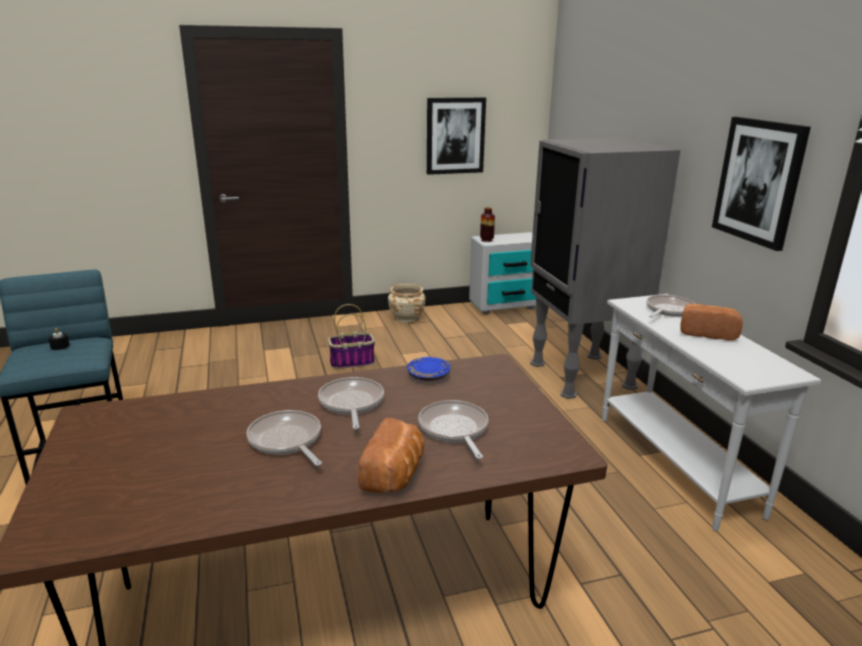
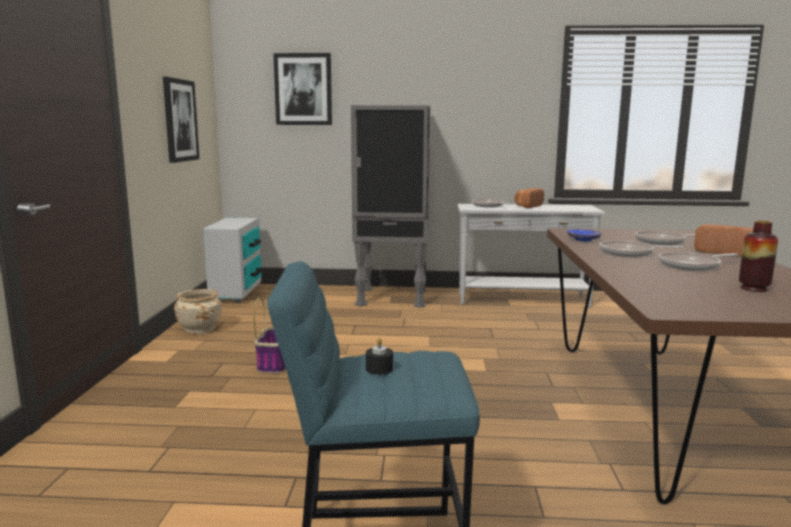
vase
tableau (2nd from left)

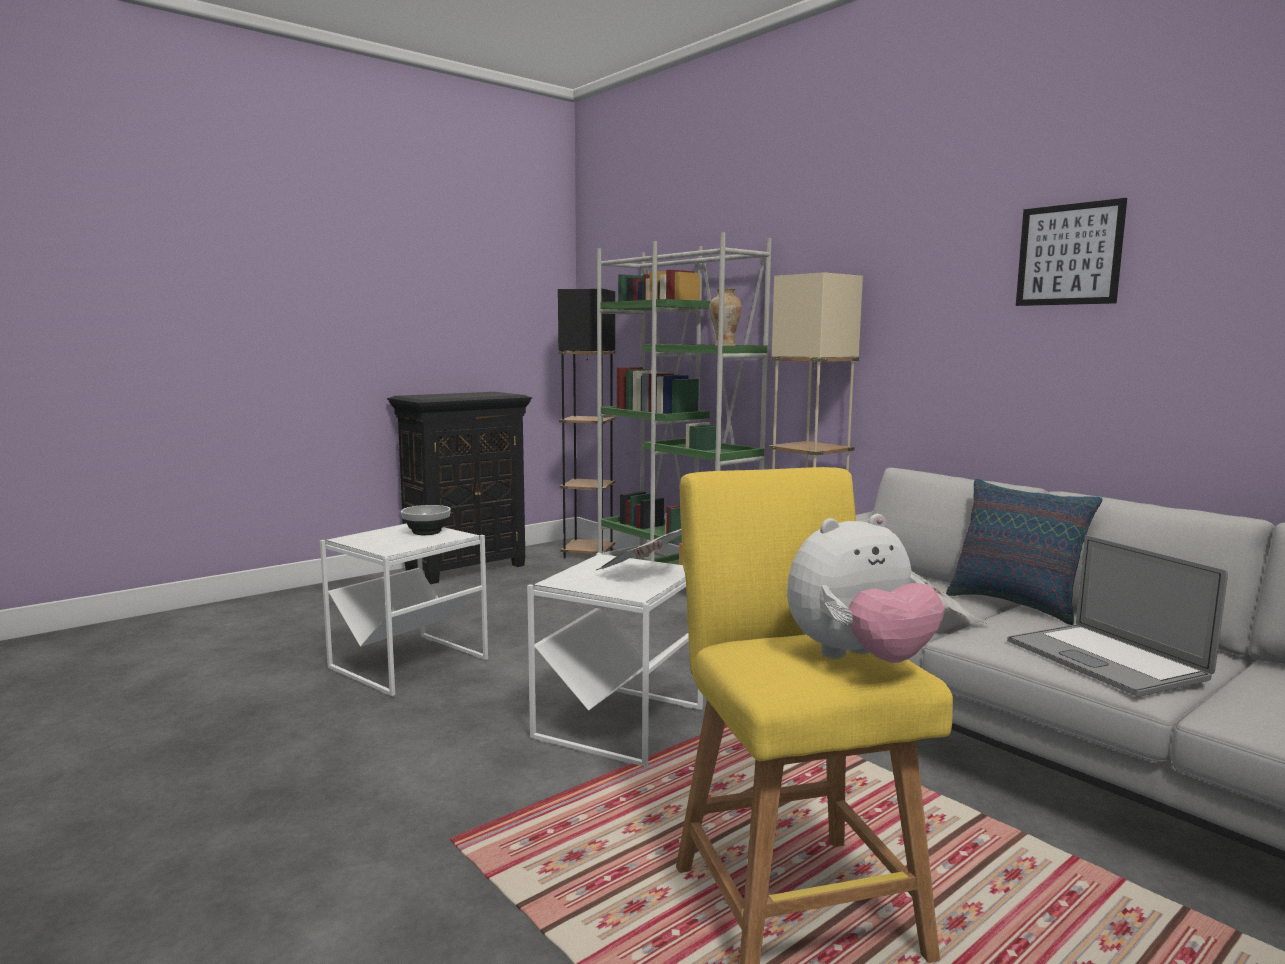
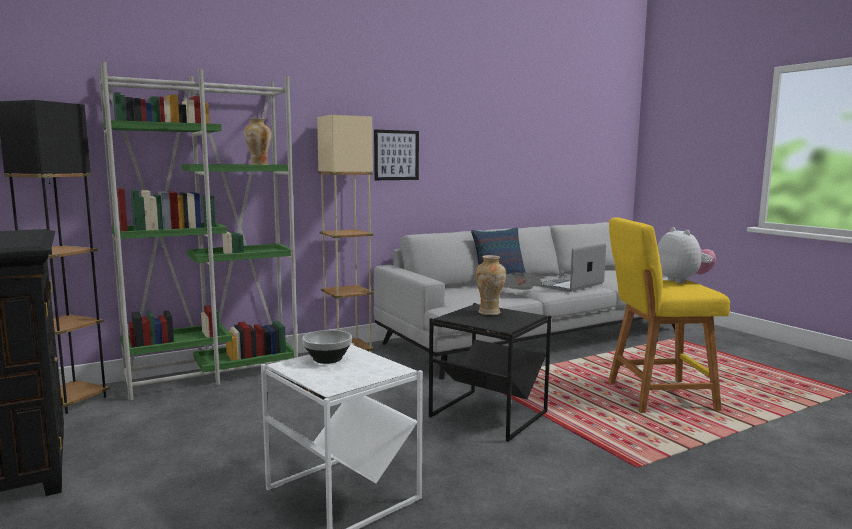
tableau
vase (2nd from left)
table d'appoint [noir]
ordinateur portable

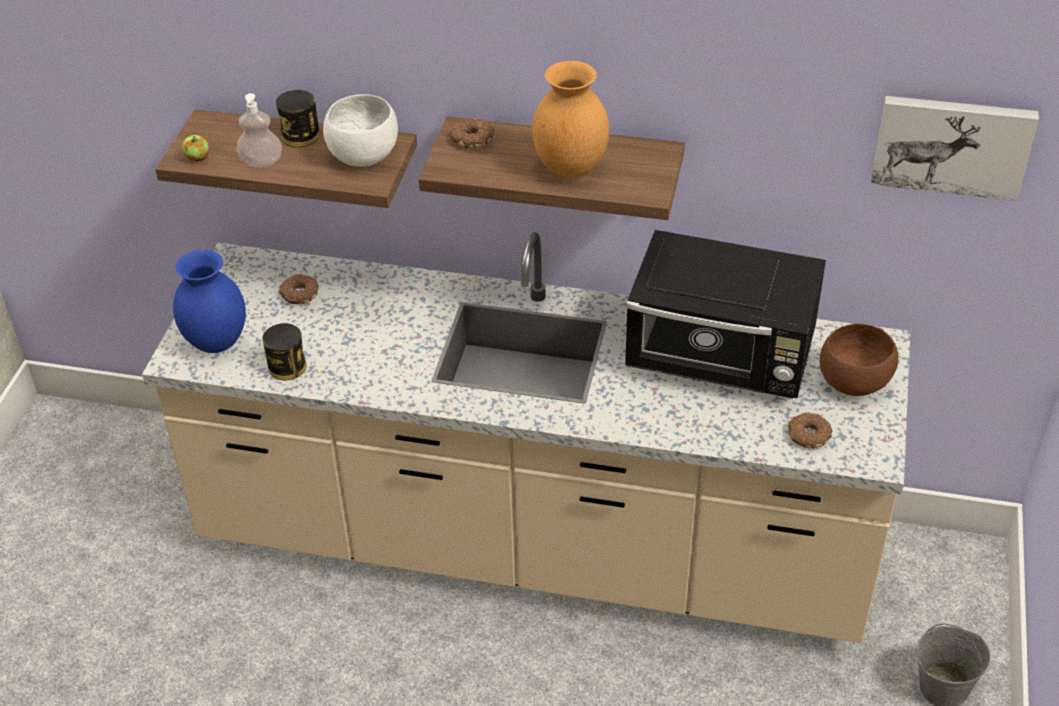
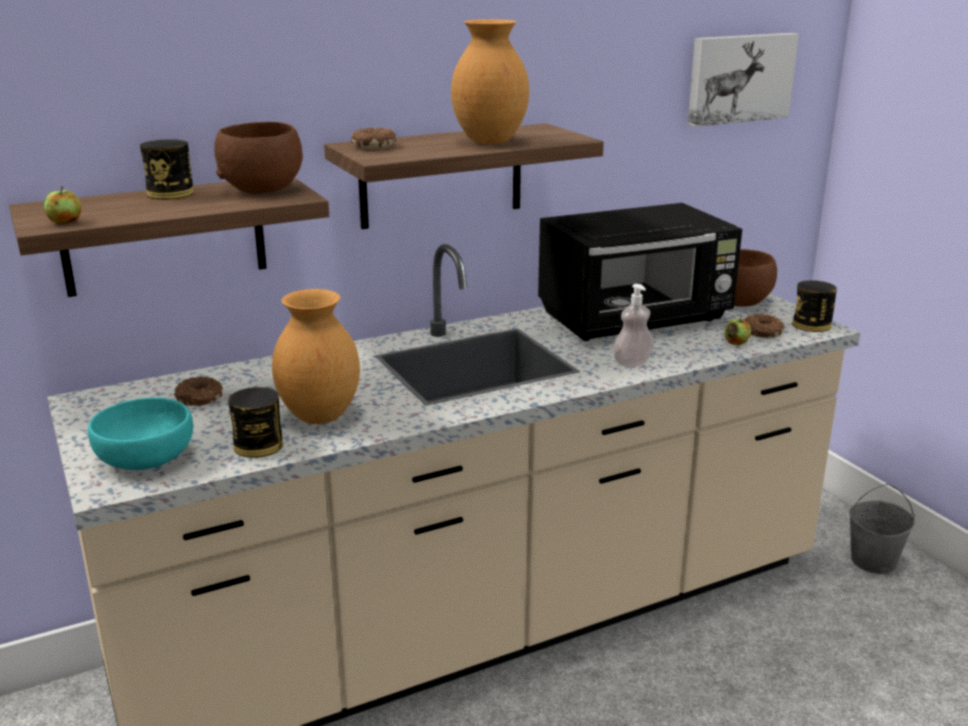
vase [marron] (1st from left)
pomme (2nd from left)
boîte métallique (3rd from left)
distributeur de savon
bol [turquoise]
bol [marron] (1st from left)

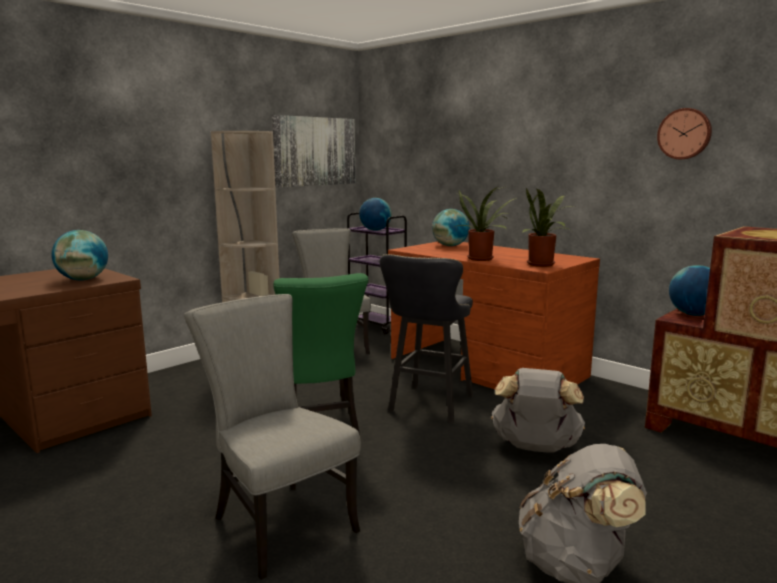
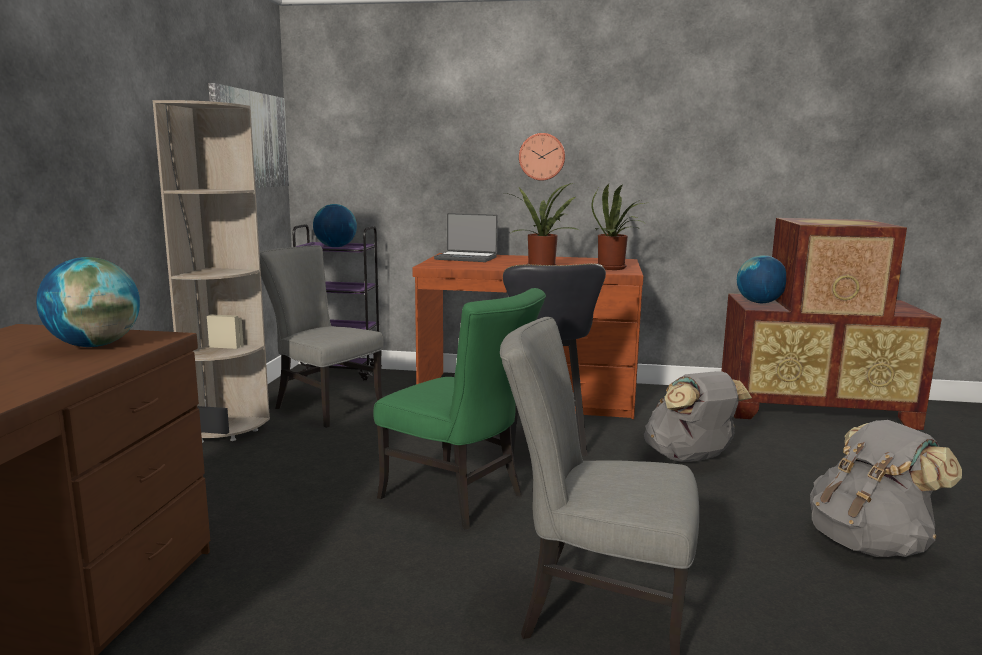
horloge murale
ordinateur portable

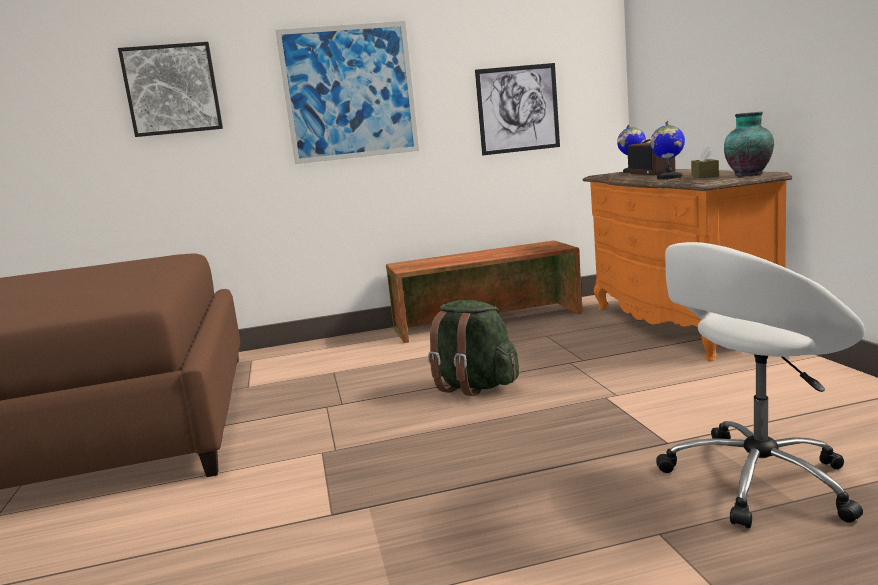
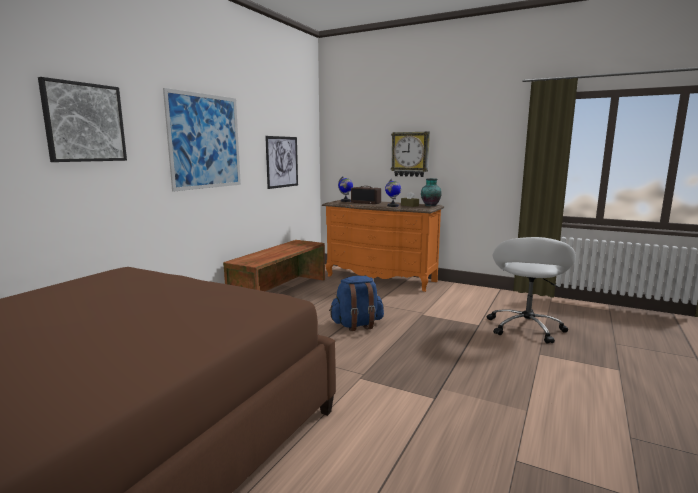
horloge murale
sac à dos [bleu]

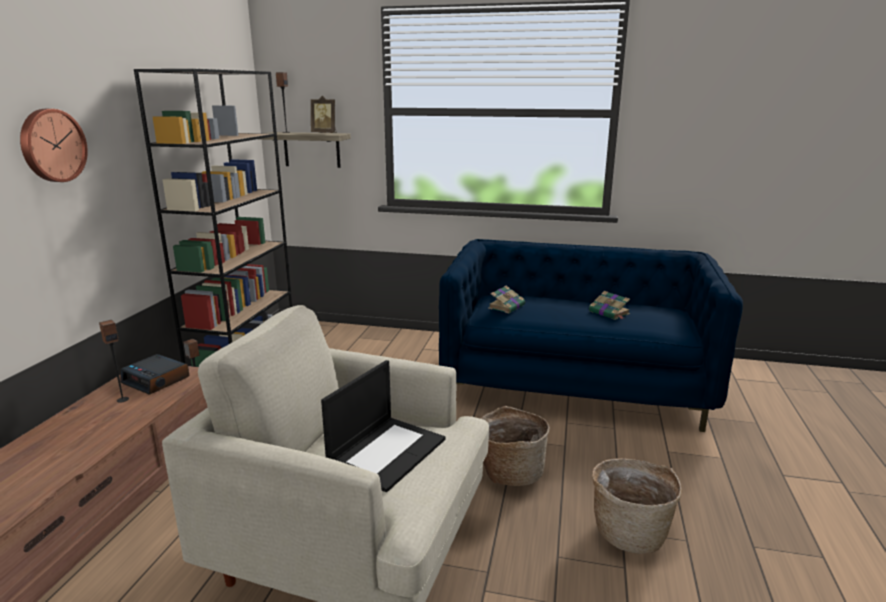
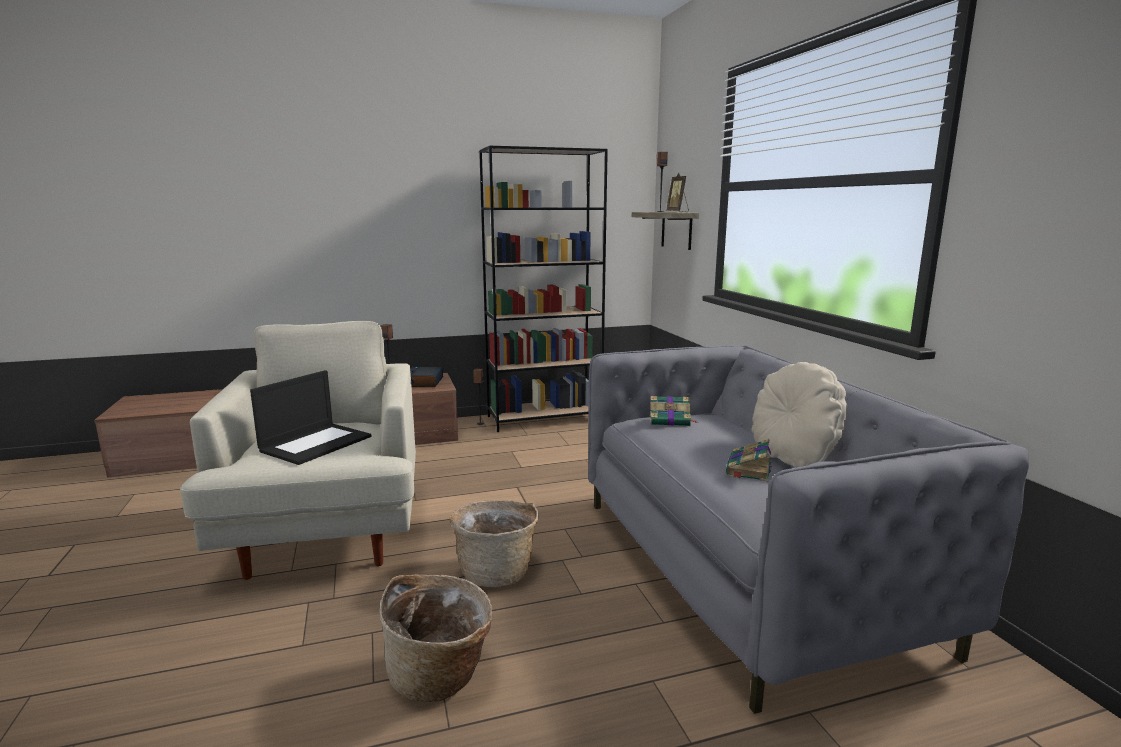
horloge murale
coussin [beige]
canapé [gris]
ordinateur portable

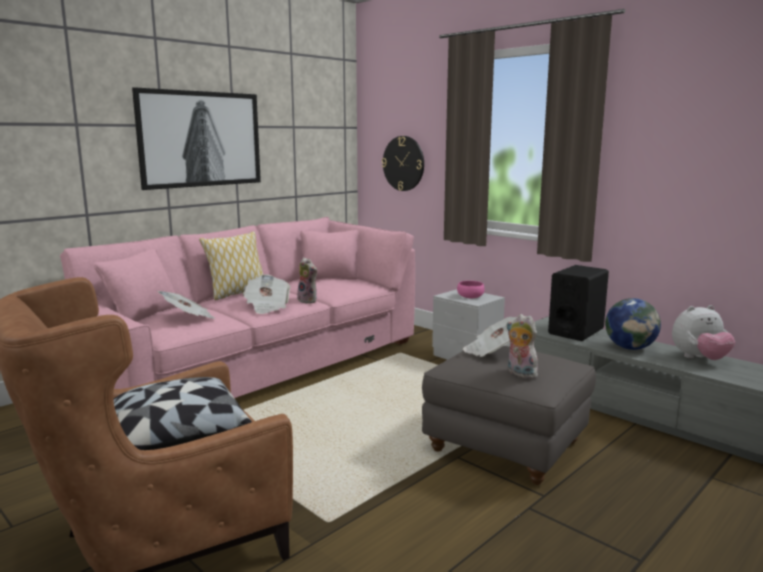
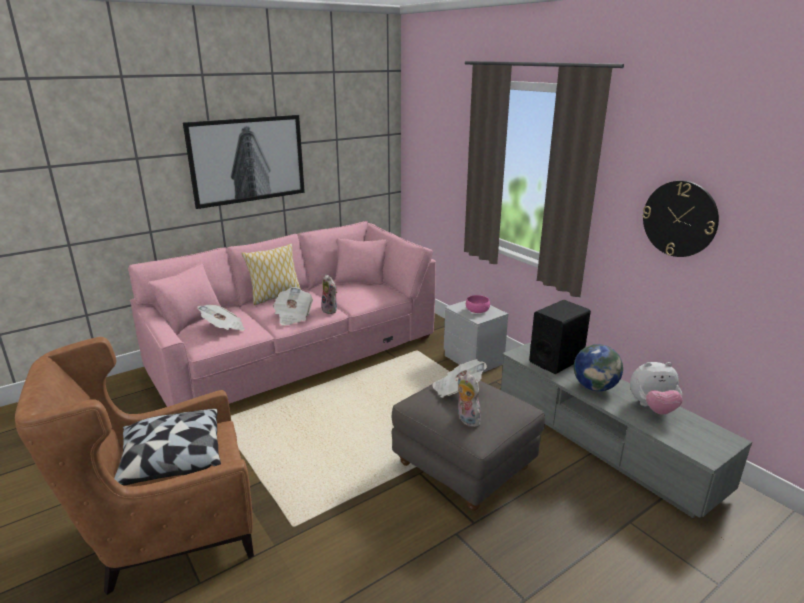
horloge murale

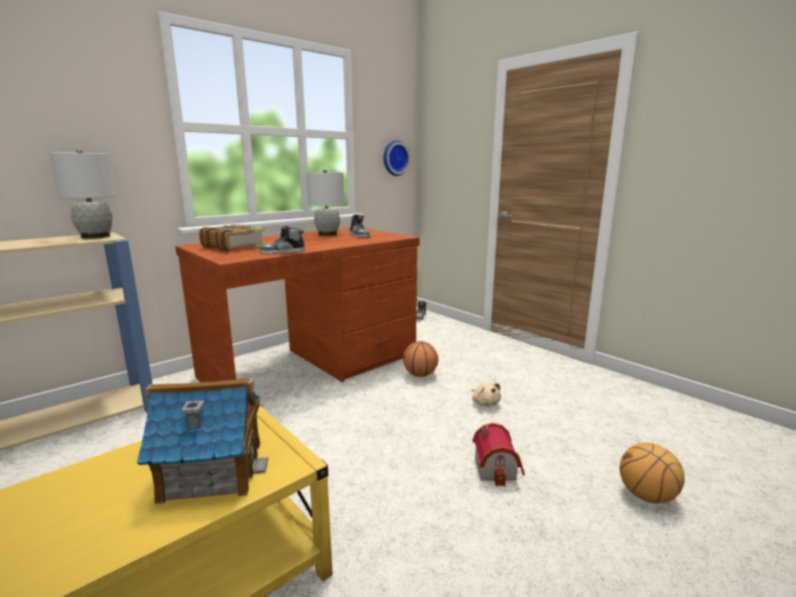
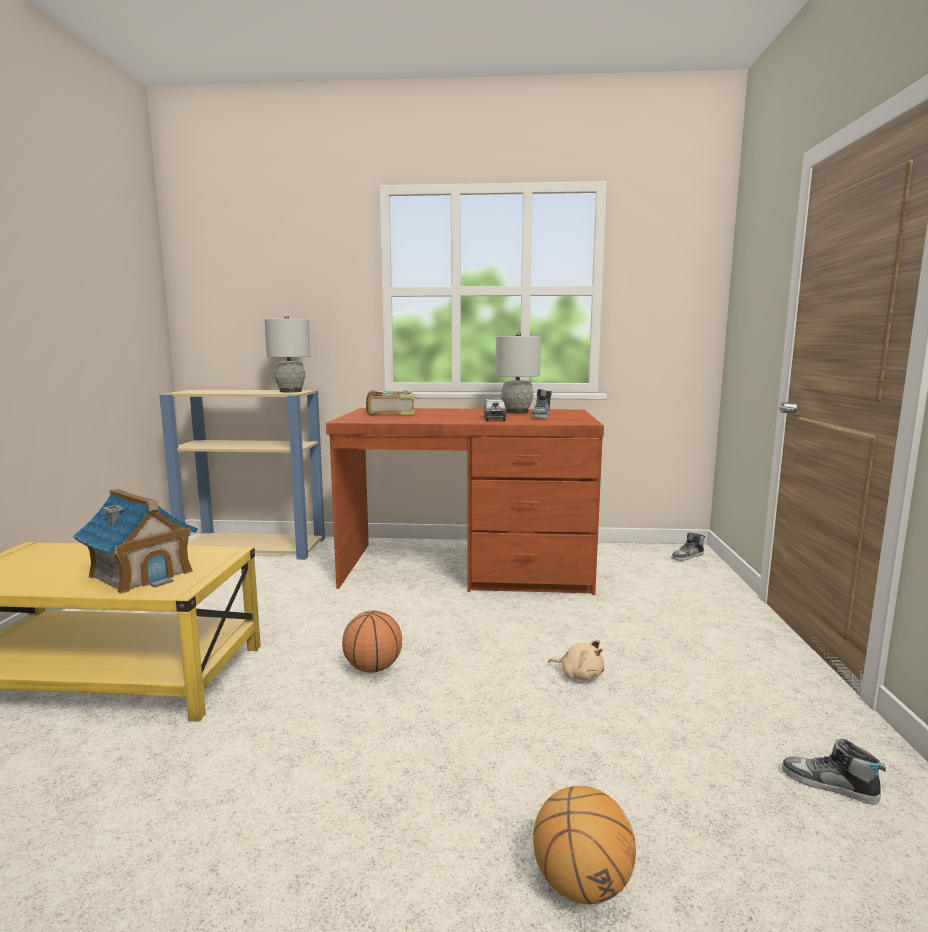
horloge murale
maison miniature (2nd from left in the first image)
camion jouet
chaussure (3rd from left)
ballon de basket (1st from left)
peluche [beige]

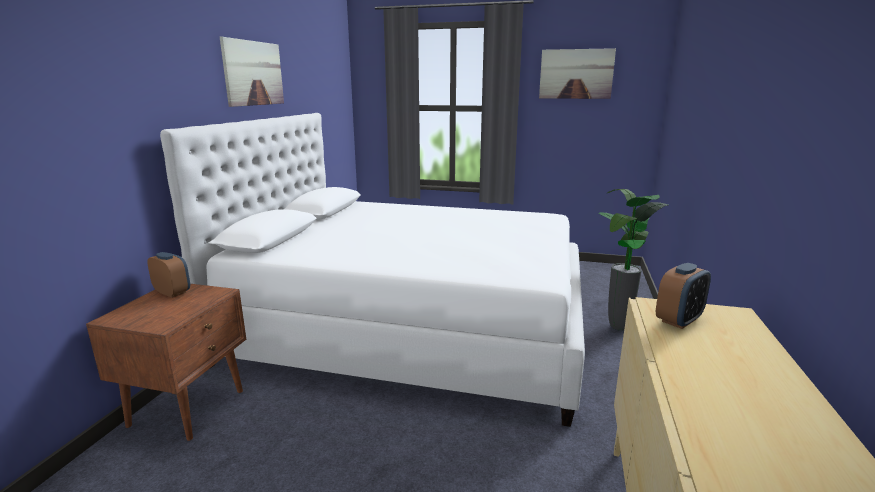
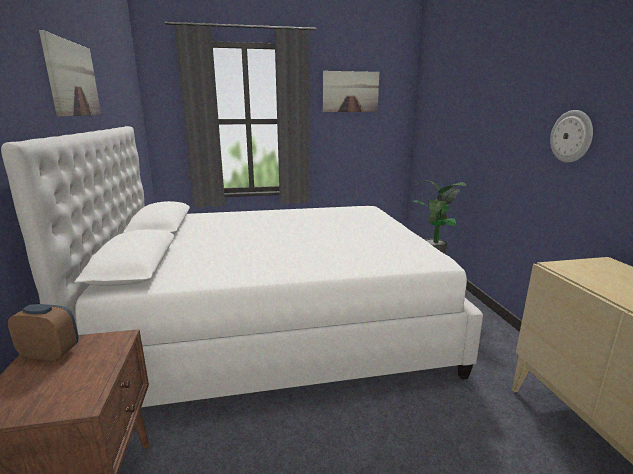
réveil (2nd from left in the first image)
horloge murale

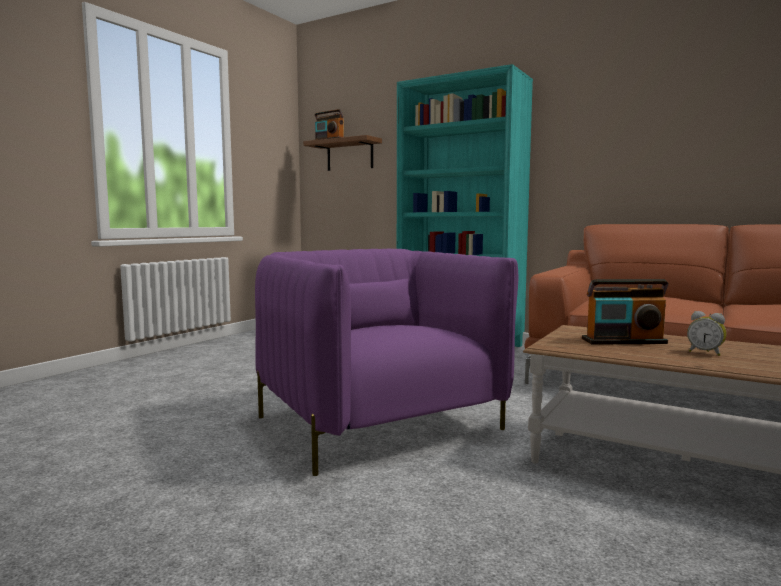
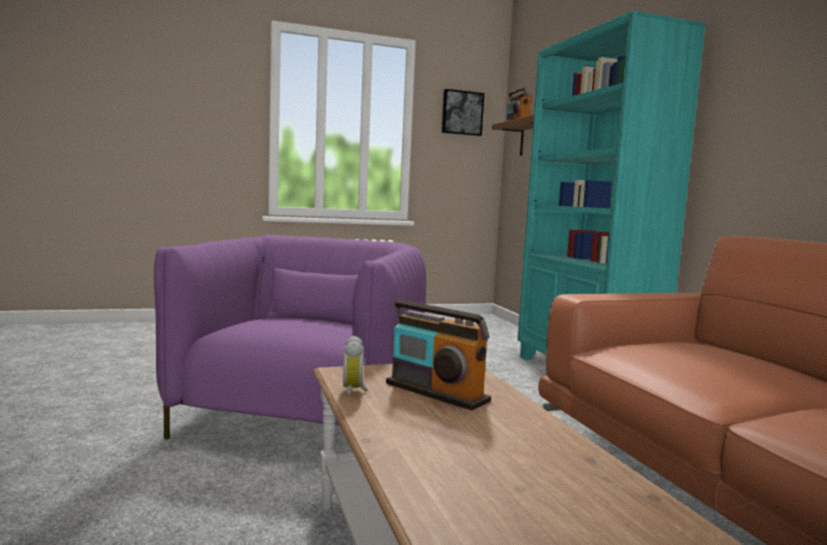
tableau
réveil

